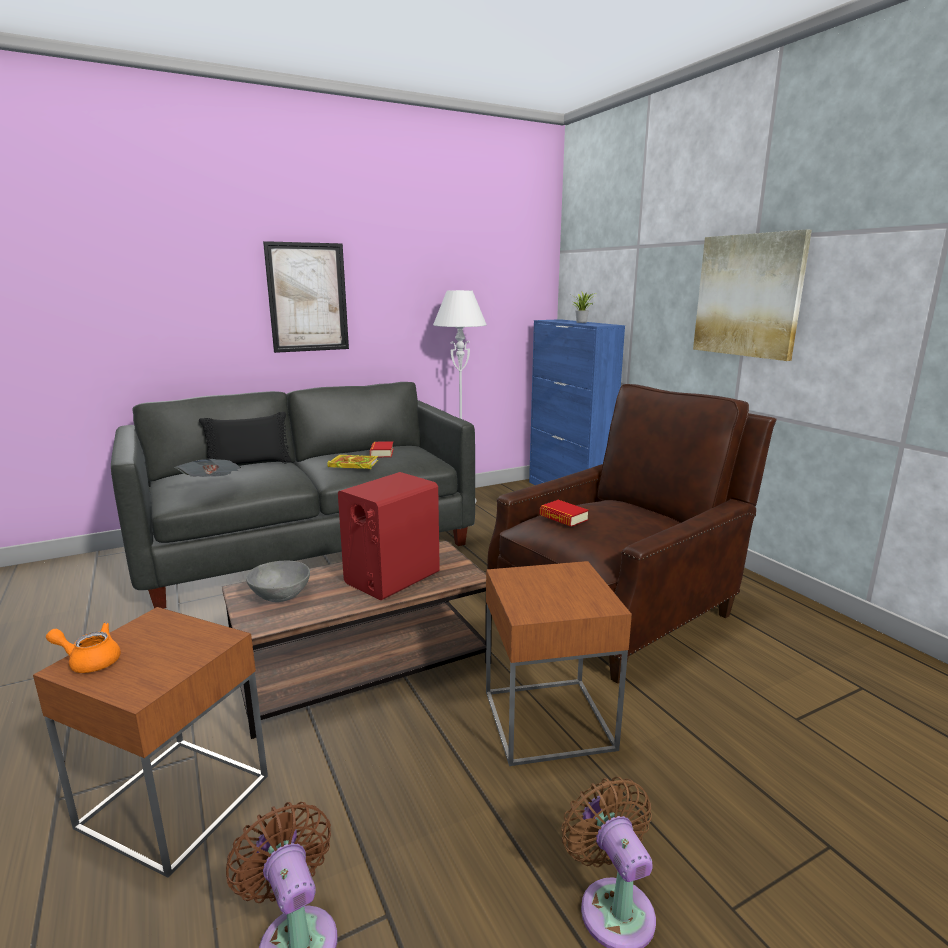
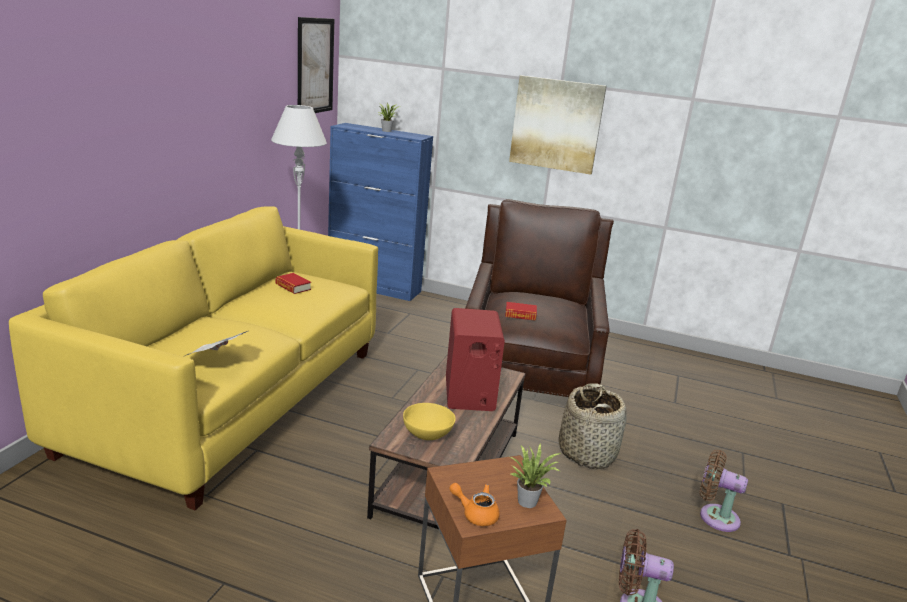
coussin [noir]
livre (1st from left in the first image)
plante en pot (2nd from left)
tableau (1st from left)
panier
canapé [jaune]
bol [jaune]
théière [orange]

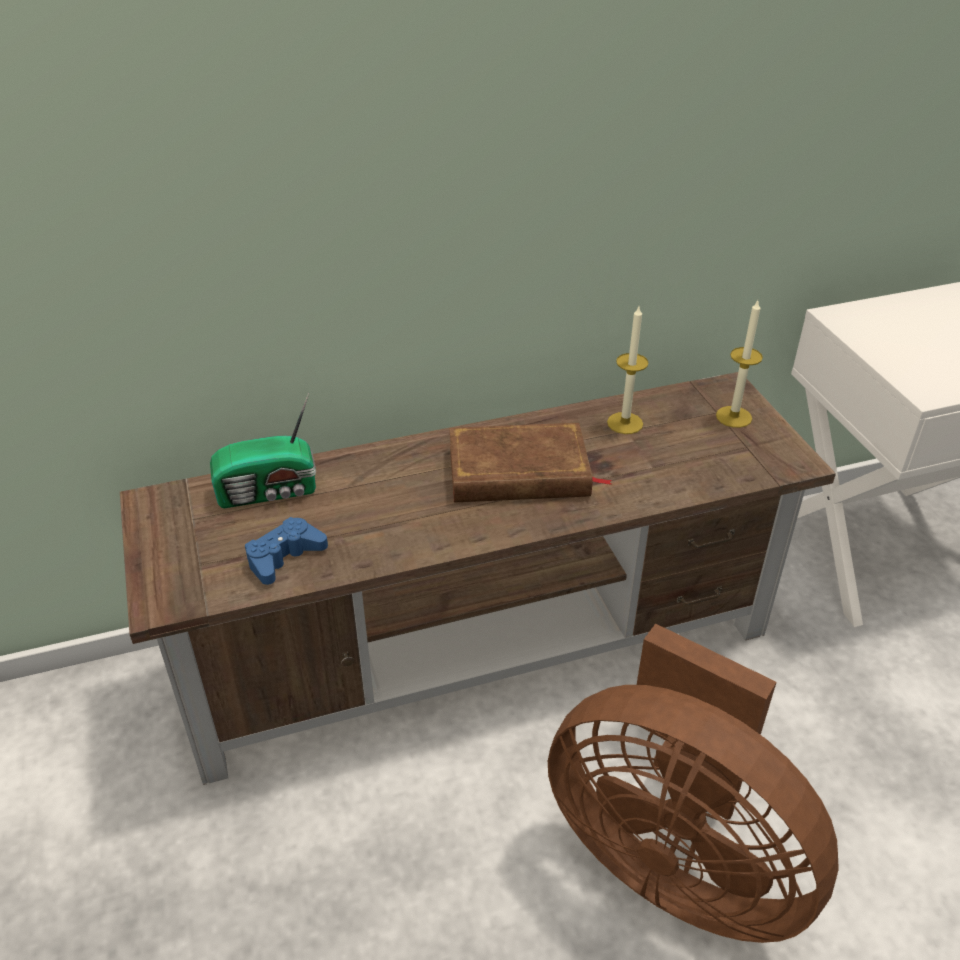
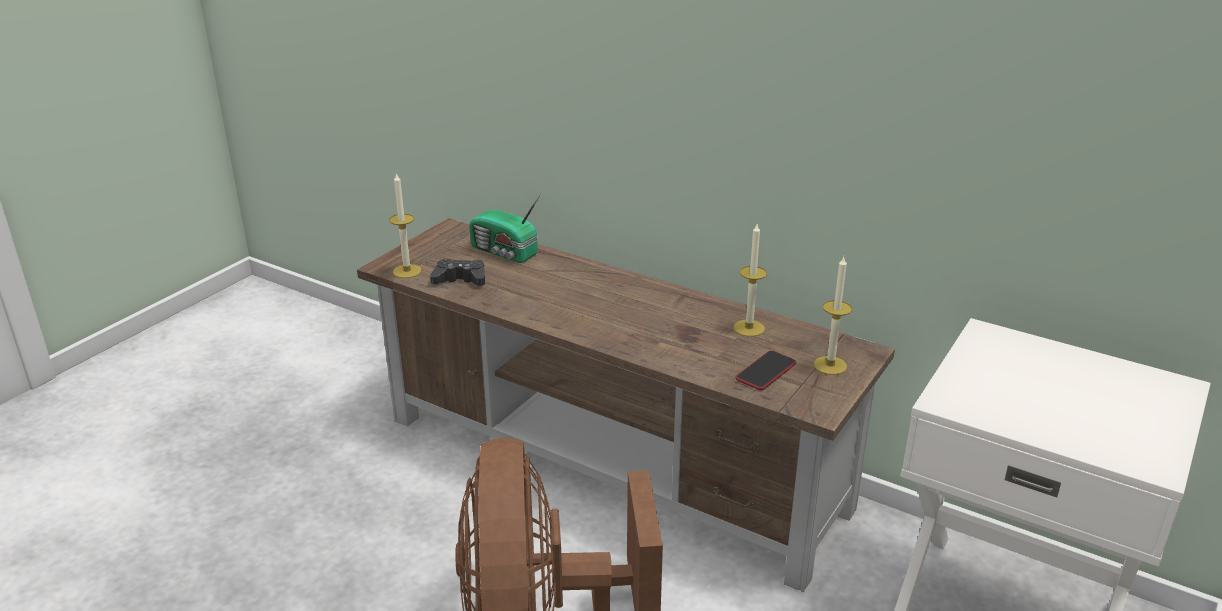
livre [marron]
bougie (1st from left)
téléphone
manette [noir]

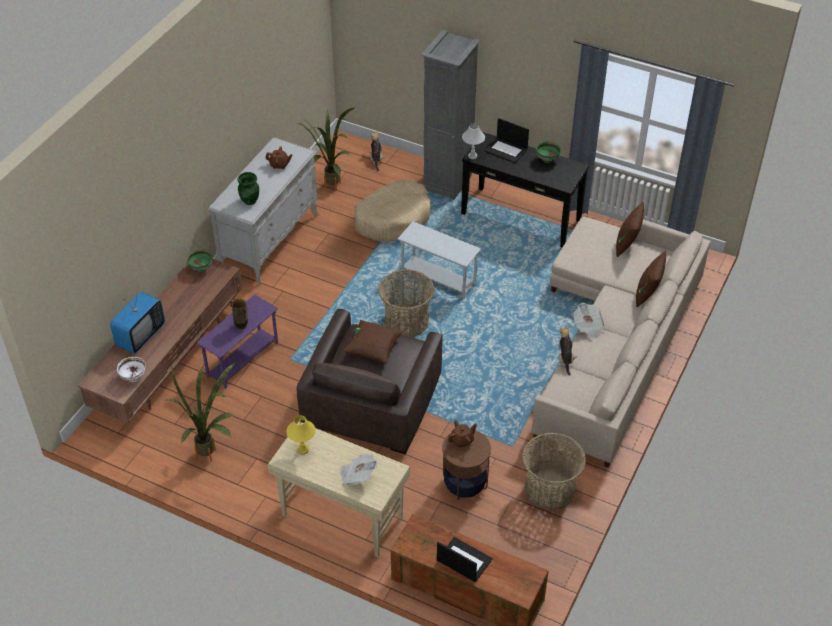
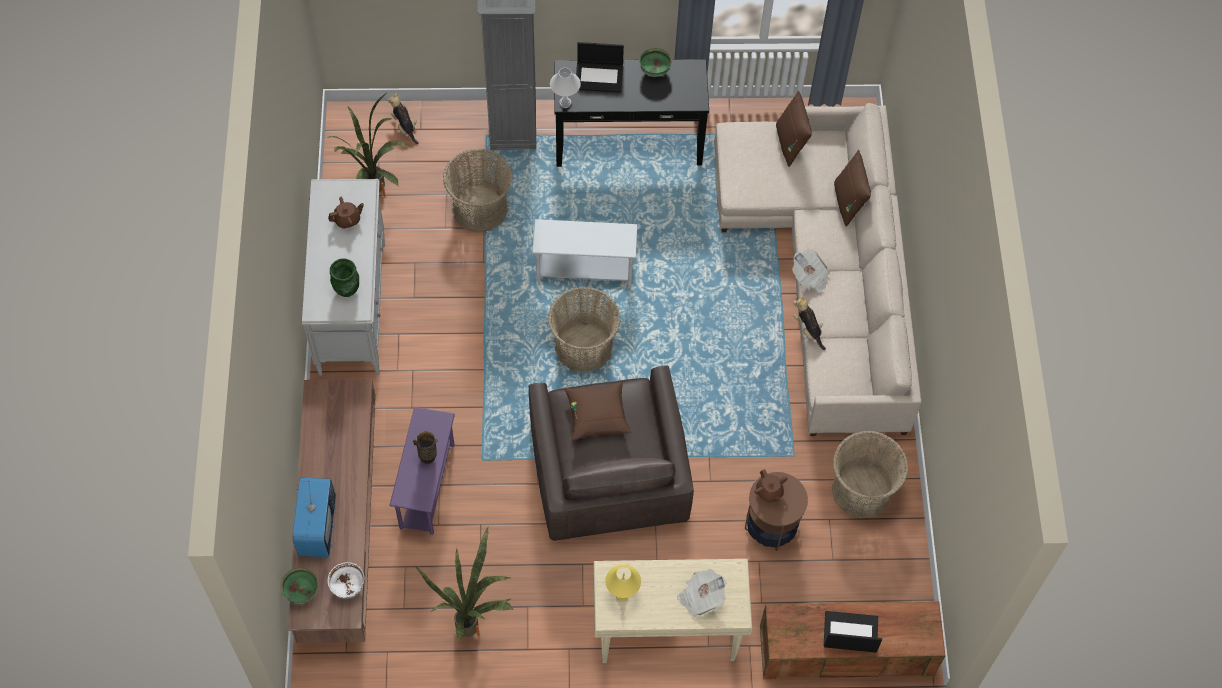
bol [vert] (1st from left)
panier (1st from left)
théière [marron] (2nd from left)

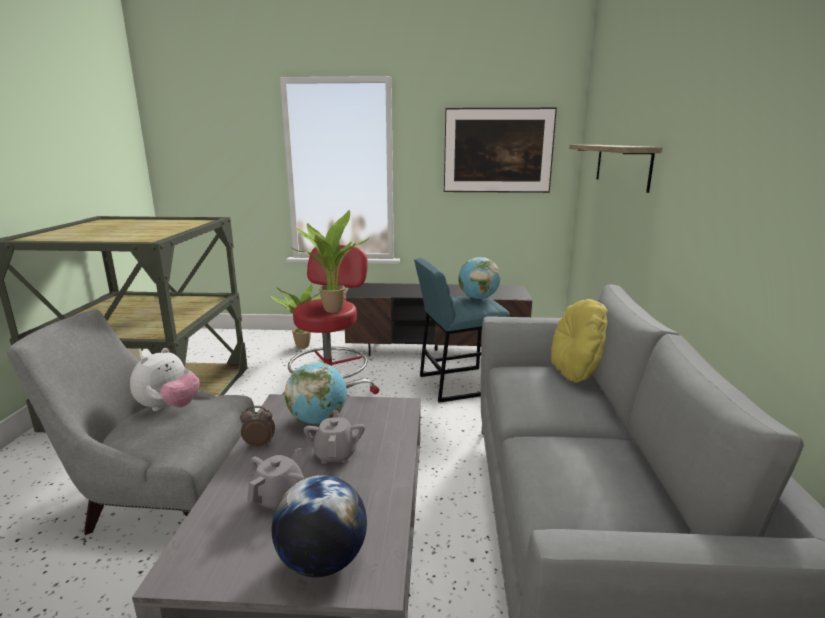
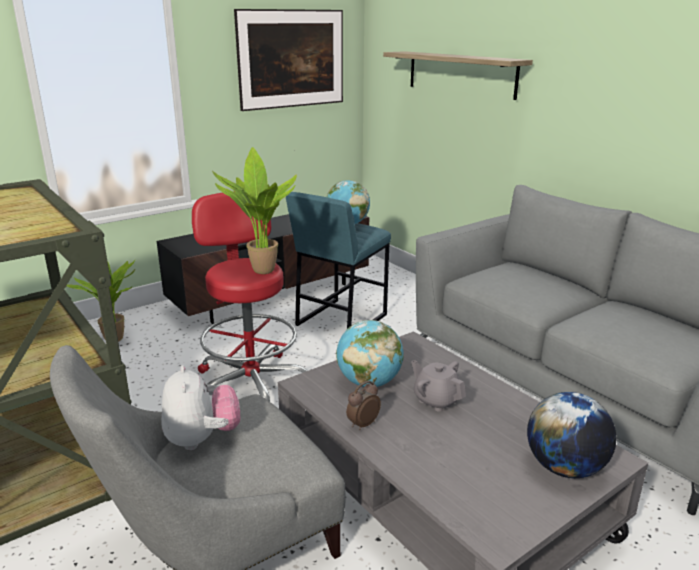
théière [gris] (1st from left in the first image)
coussin [jaune]

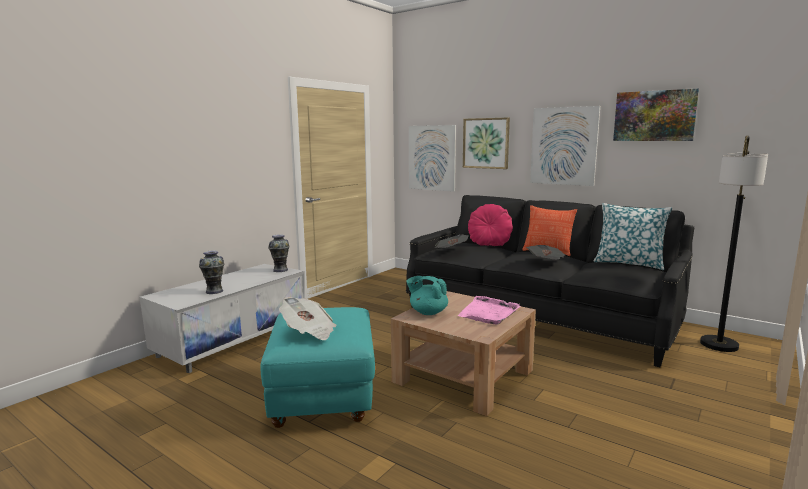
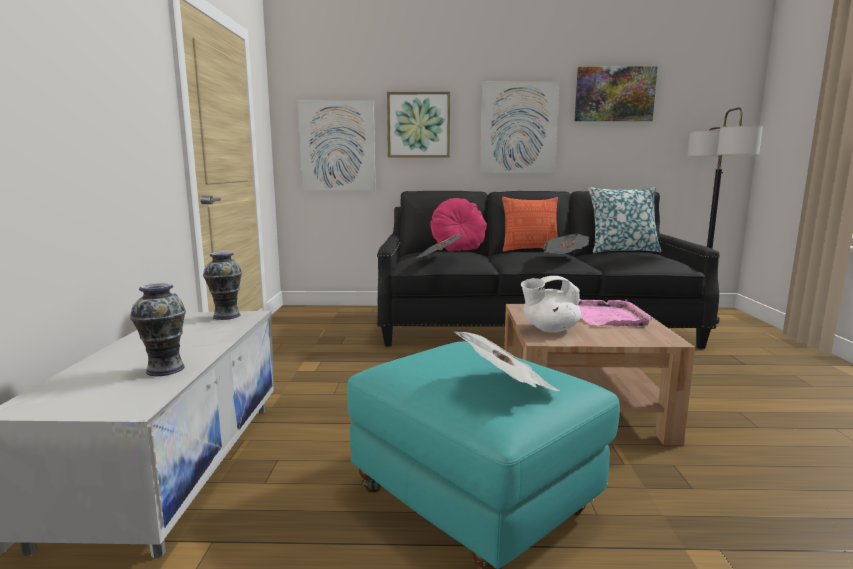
théière [blanc]

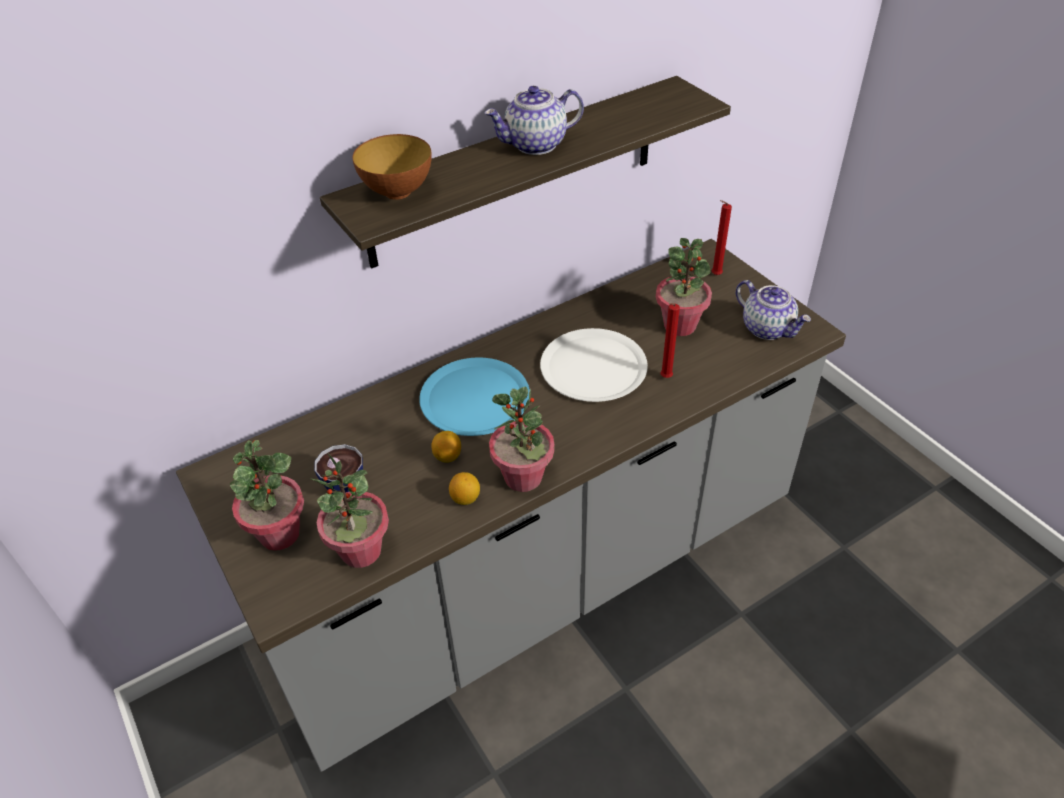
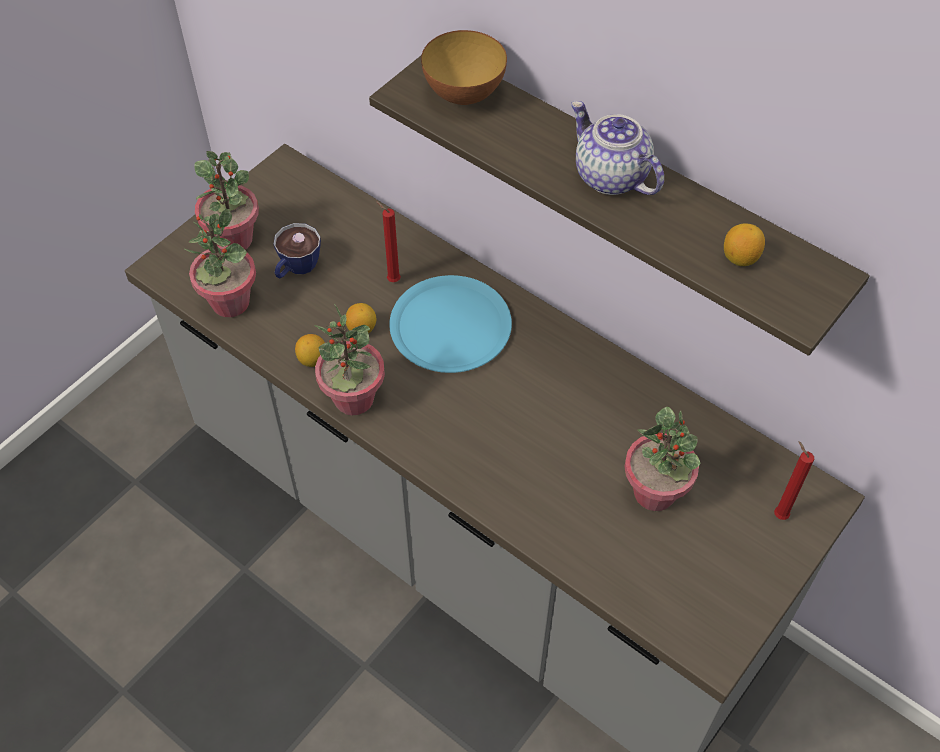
assiette [blanc]
théière (2nd from left in the first image)
citron (3rd from left)
bougie [rouge] (1st from left)

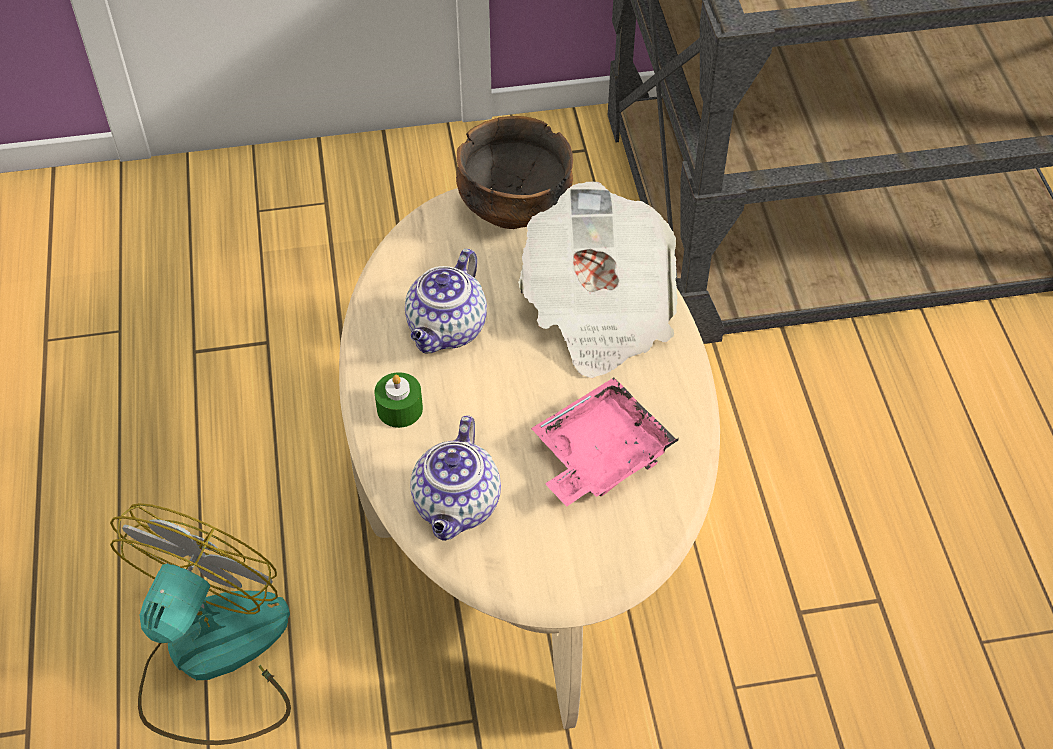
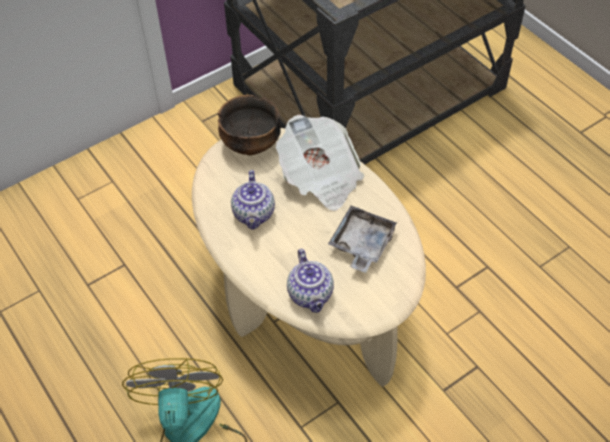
bougie [vert]
plateau [gris]

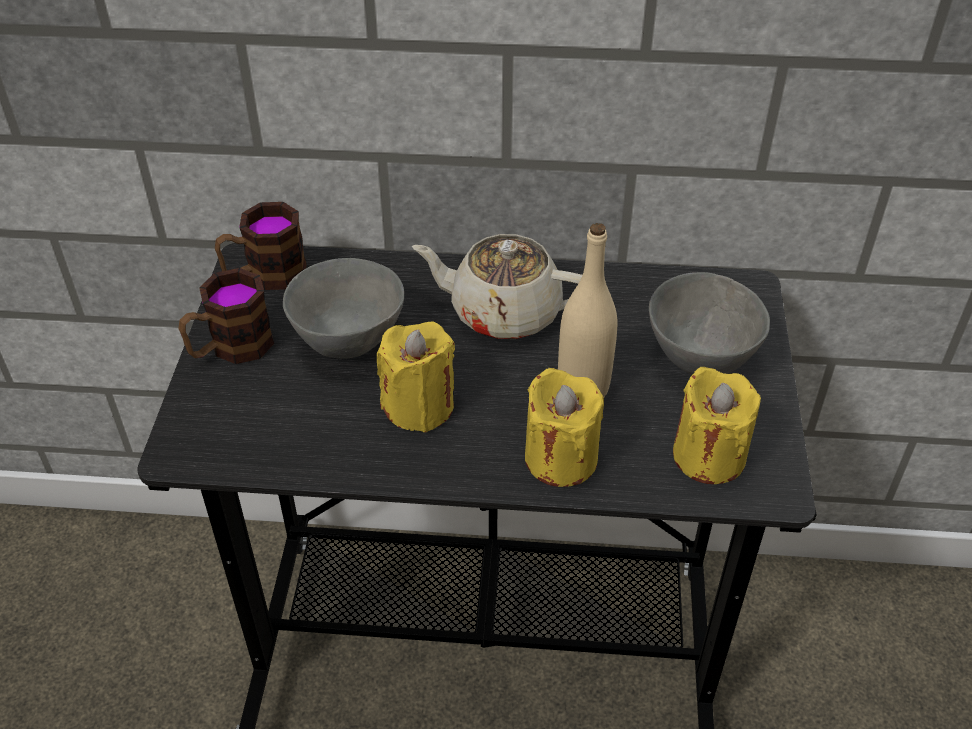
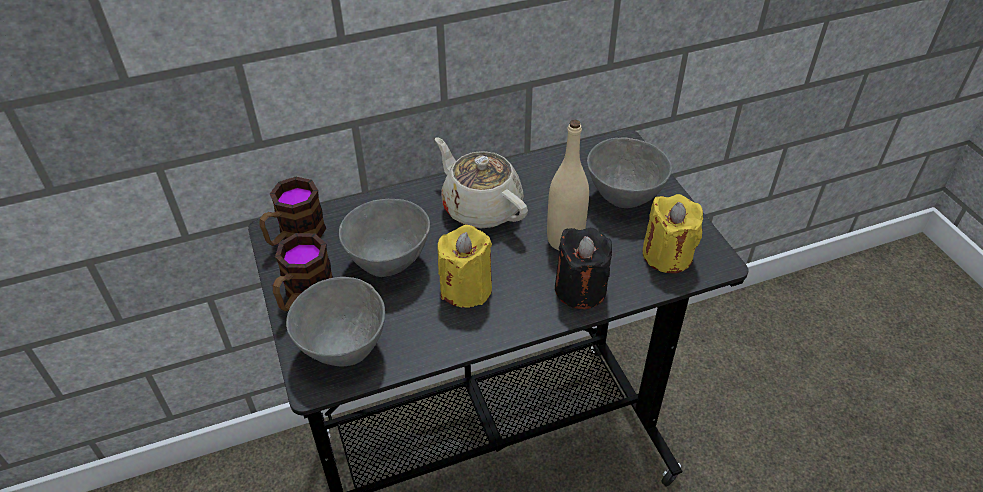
bol [gris] (1st from left)
bougie [noir]
théière [beige]

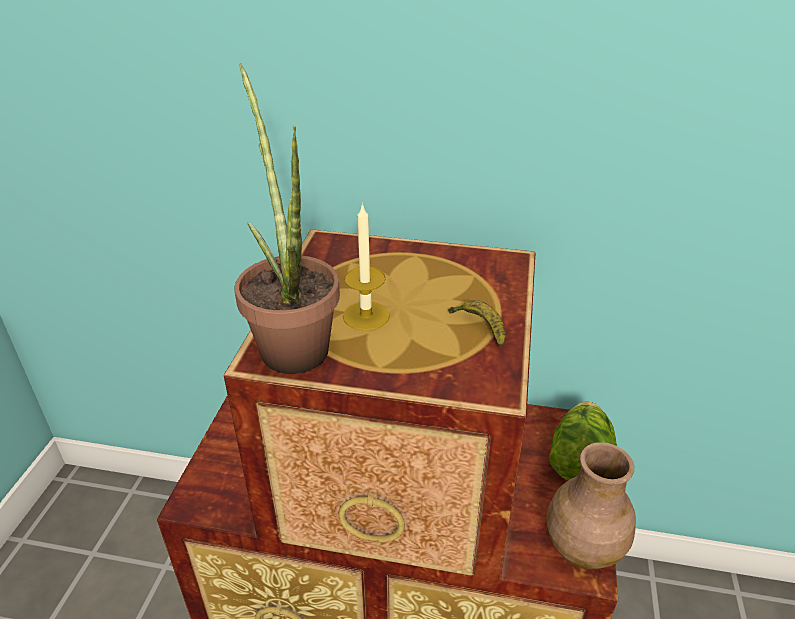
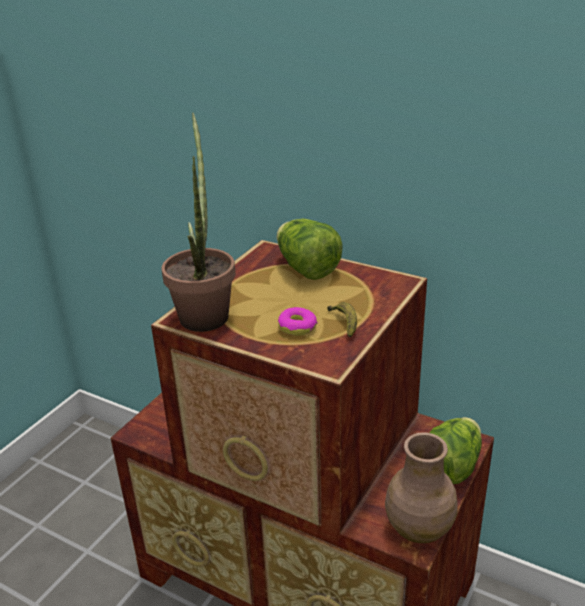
bougie
laitue (1st from left)
beignet

